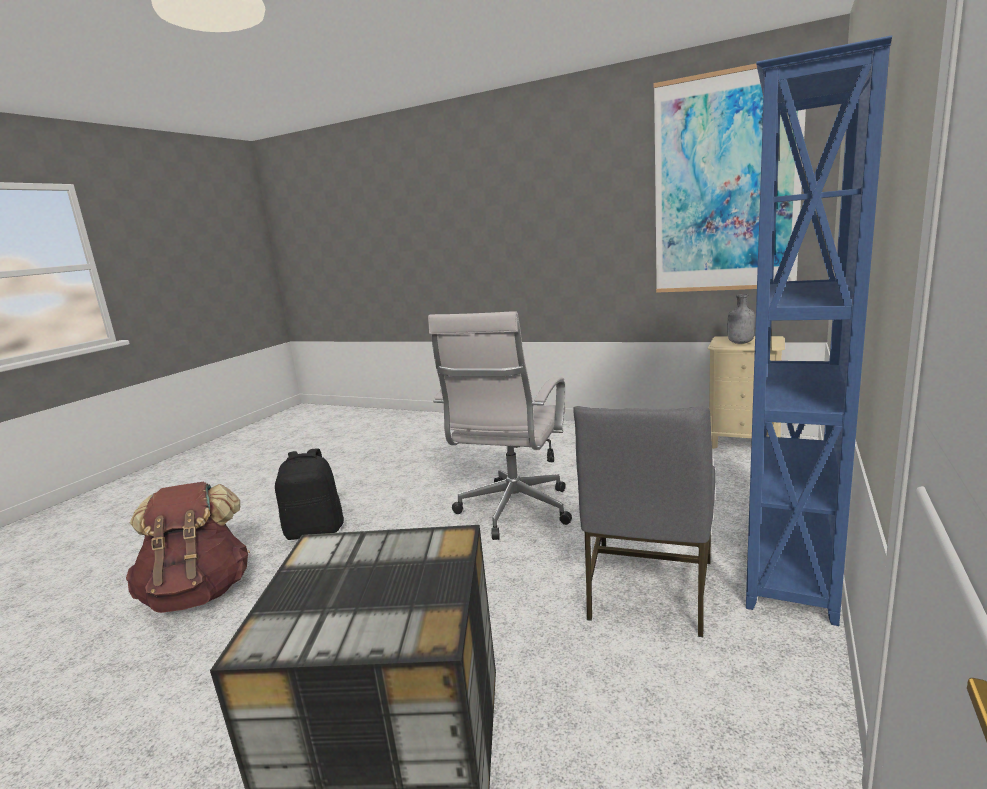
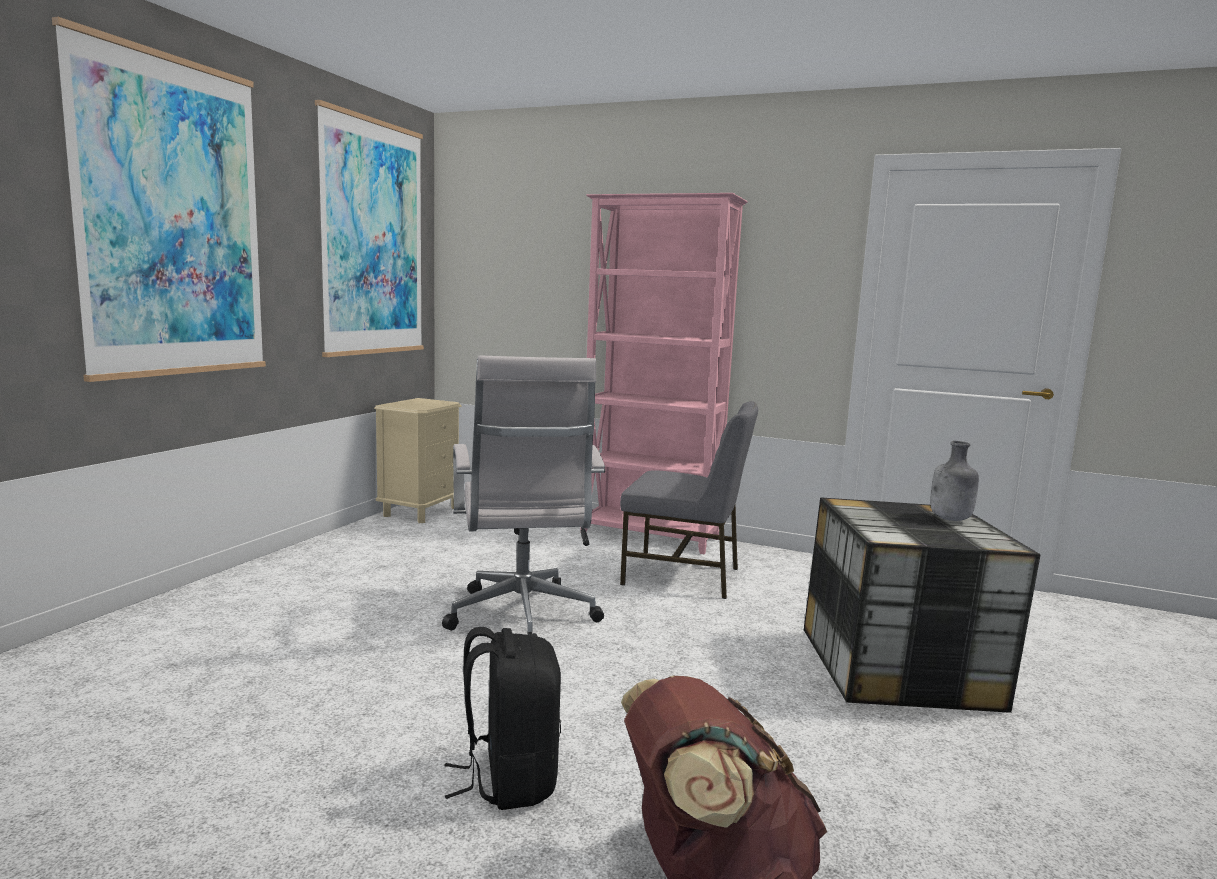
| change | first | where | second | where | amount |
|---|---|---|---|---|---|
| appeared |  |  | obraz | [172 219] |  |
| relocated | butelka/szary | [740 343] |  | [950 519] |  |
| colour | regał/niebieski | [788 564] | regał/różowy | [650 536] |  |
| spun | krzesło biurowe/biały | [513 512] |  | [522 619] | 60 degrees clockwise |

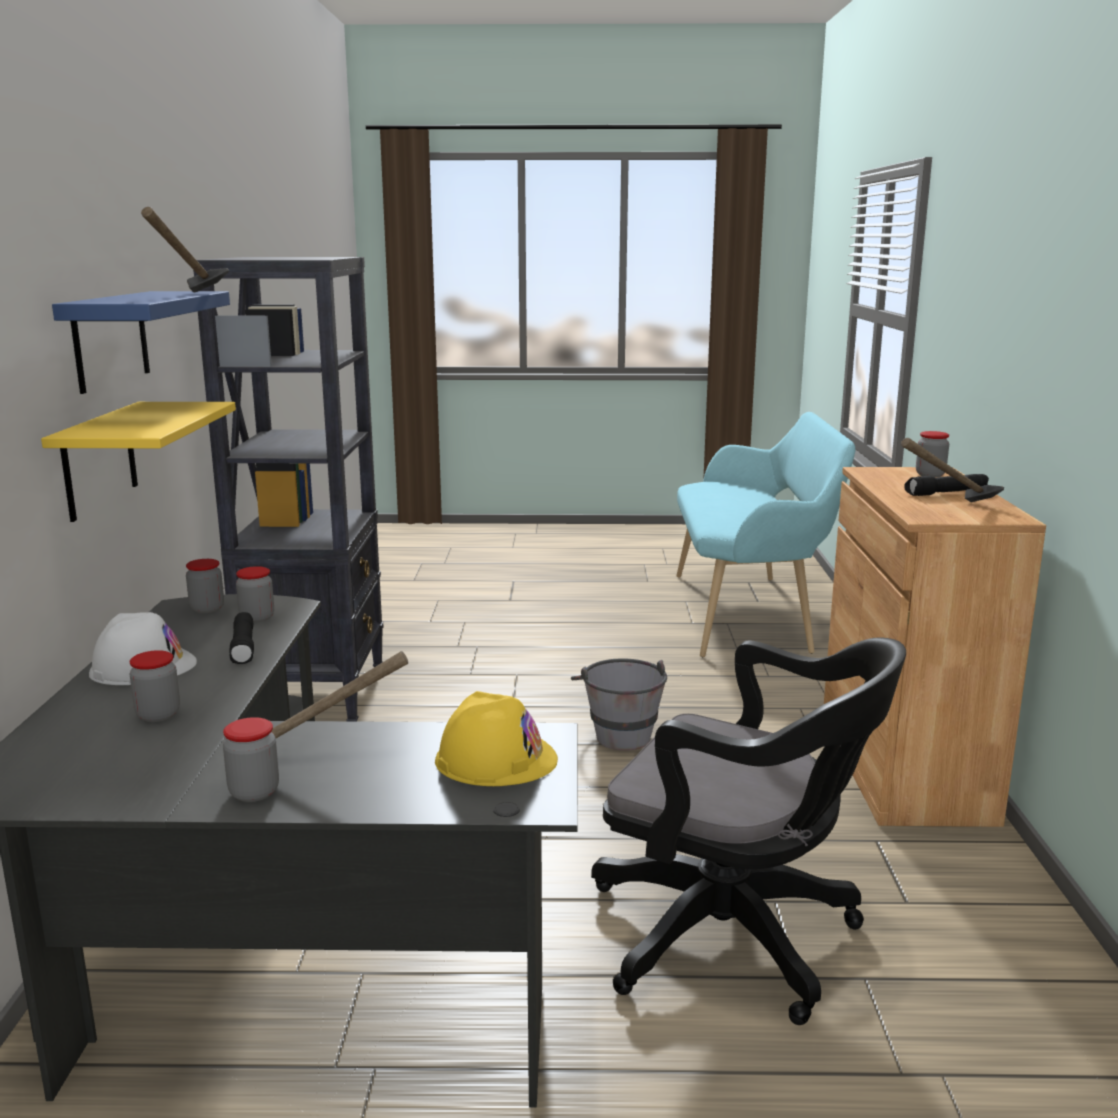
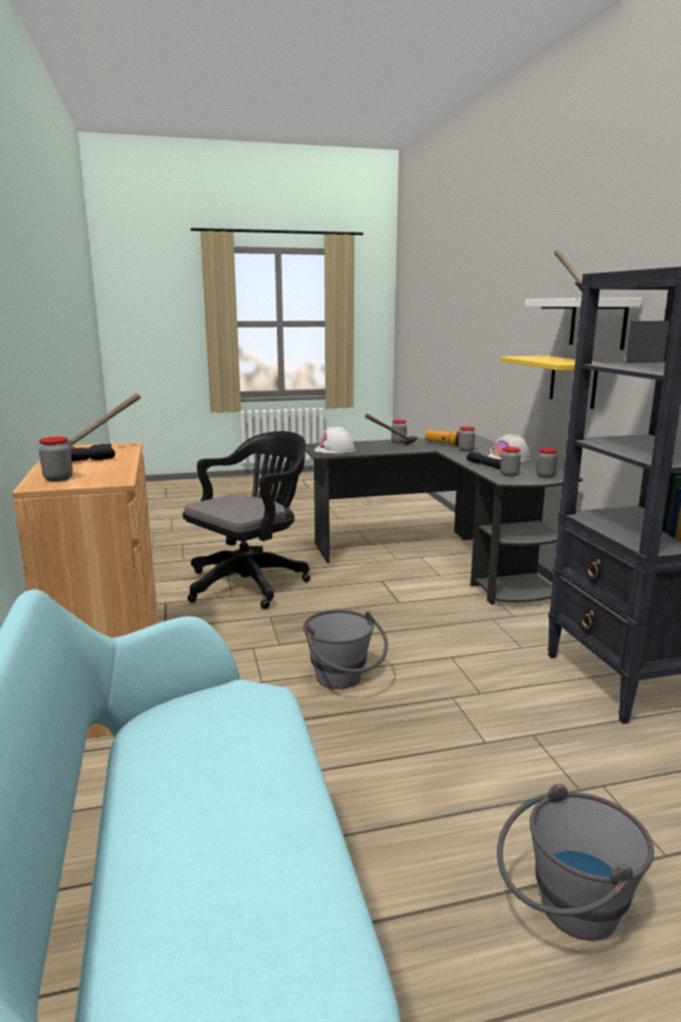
| change | first | where | second | where | amount |
|---|---|---|---|---|---|
| appeared |  |  | latarka | [444 444] |  |
| appeared |  |  | wiadro/szary | [565 912] |  |
| colour | półka/niebieski | [111 340] | półka/biały | [598 323] |  |
| colour | kask/żółty | [496 759] | kask/biały | [335 450] |  |
| spun | krzesło biurowe/czarny | [736 938] |  | [251 582] | 120 degrees clockwise |

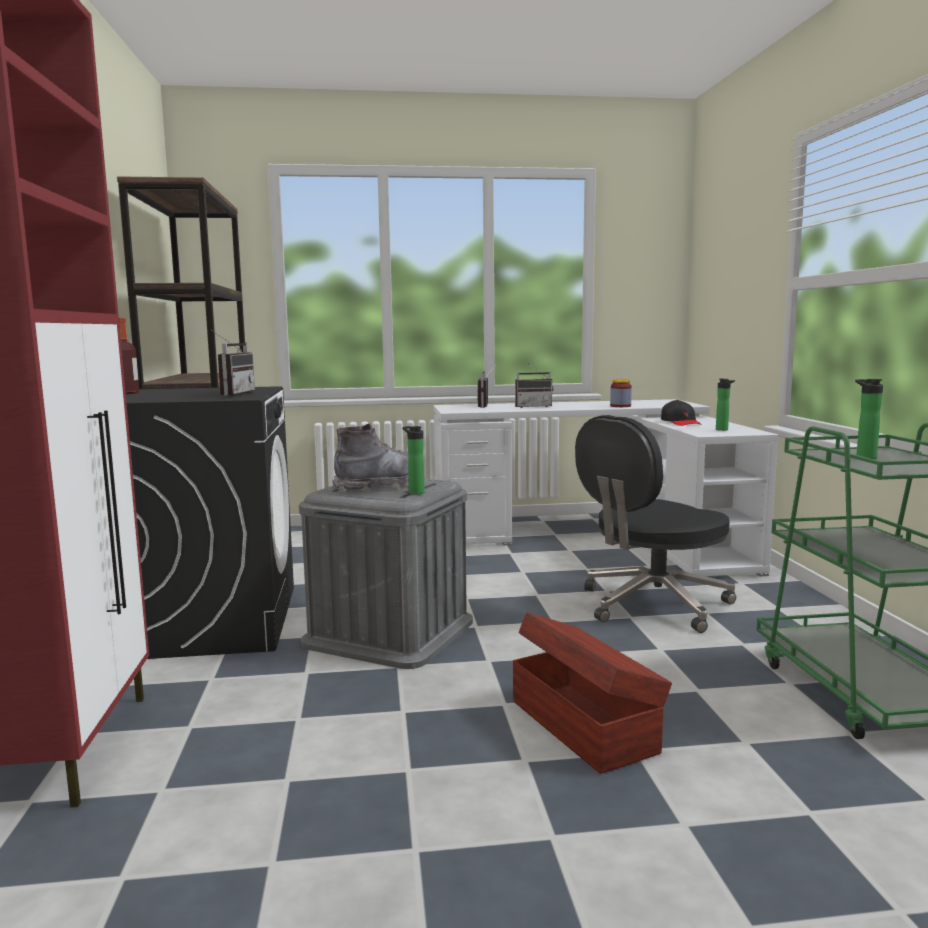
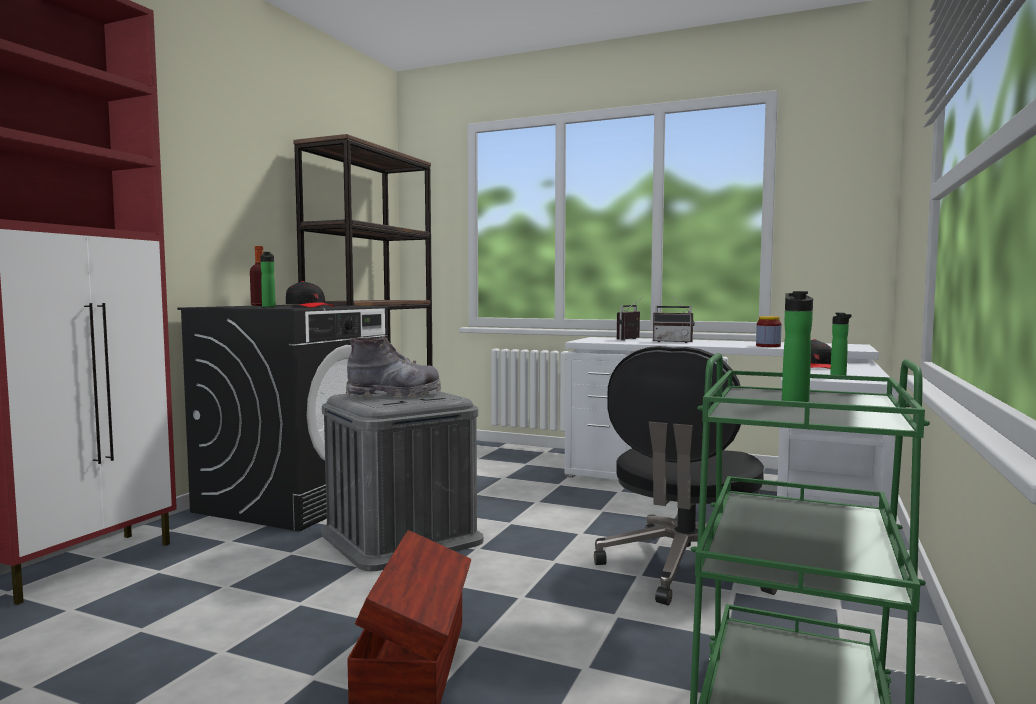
| change | first | where | second | where | amount |
|---|---|---|---|---|---|
| relocated | butelka | [414 492] |  | [269 307] |  |
| exchanged | radio | [232 394] | czapka z daszkiem/czarny | [309 306] |  |
| spun | krzesło biurowe/czarny | [652 605] |  | [683 569] | 60 degrees counterclockwise |

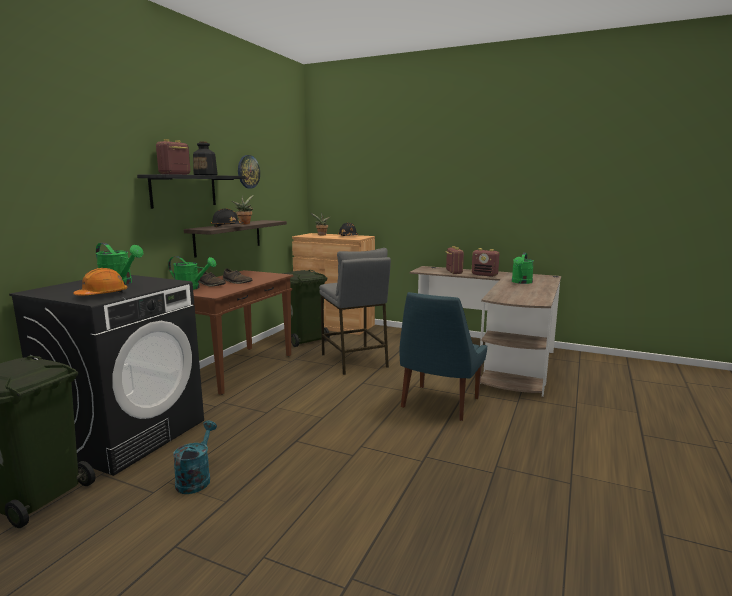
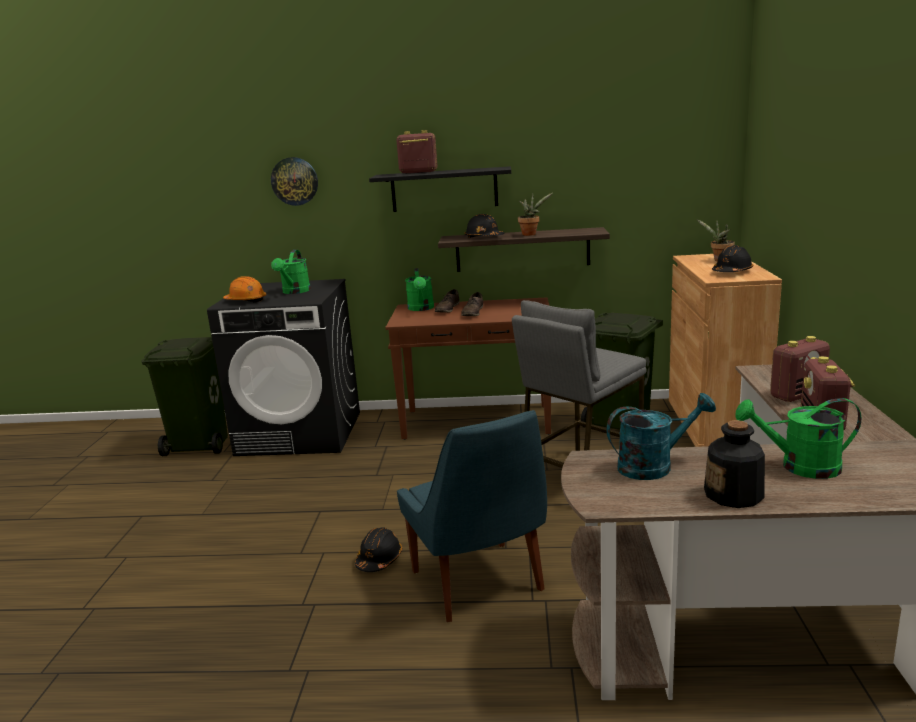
| change | first | where | second | where | amount |
|---|---|---|---|---|---|
| appeared |  |  | kask/czarny | [379 560] |  |
| relocated | konewka/turkusowy | [196 478] |  | [653 466] |  |
| relocated | butelka | [206 175] |  | [734 495] |  |
| relocated | zegar ścienny | [248 171] |  | [294 181] |  |
| spun | krzesło/niebieski | [439 404] |  | [479 583] | 120 degrees counterclockwise |

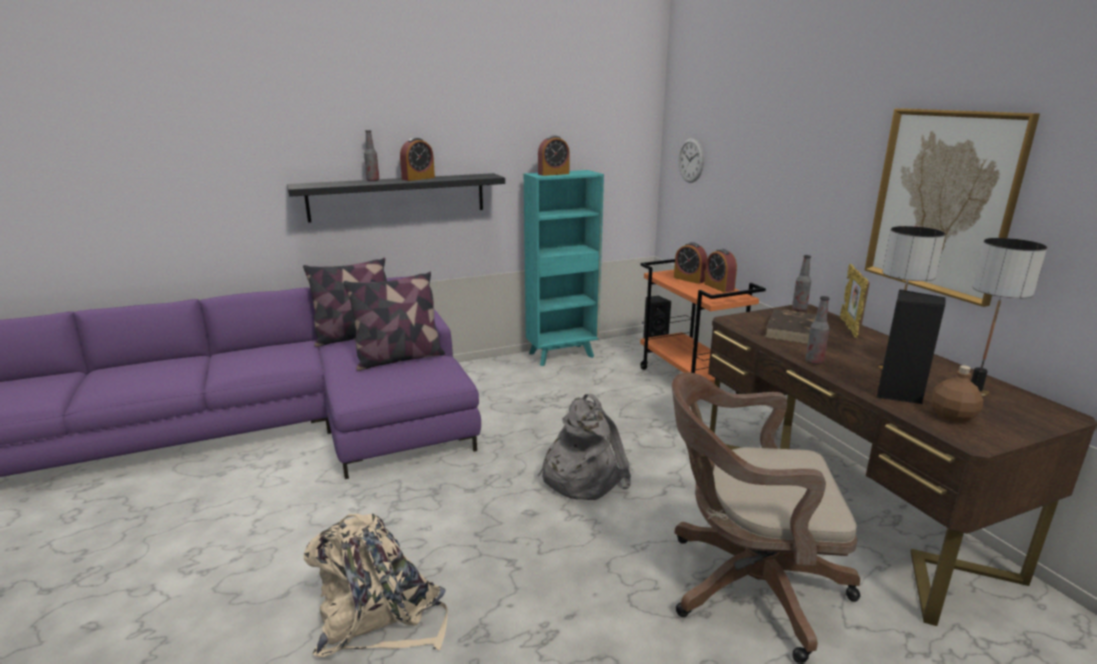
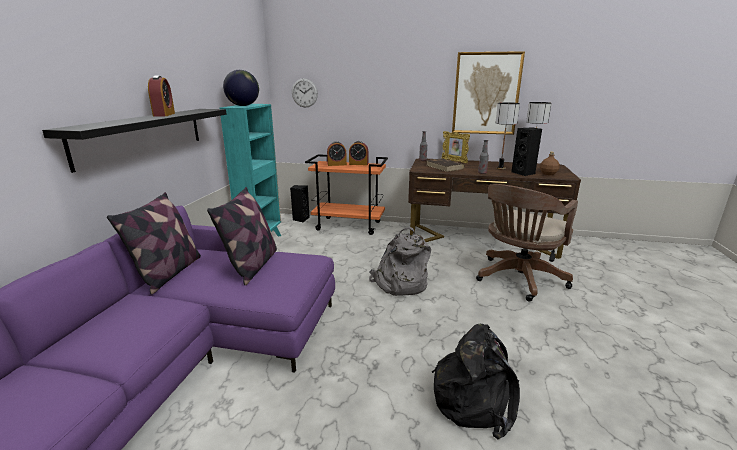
| change | first | where | second | where | amount |
|---|---|---|---|---|---|
| missing | butelka | [373 180] |  |  |  |
| exchanged | budzik | [553 174] | globus | [243 106] |  |
| colour | plecak/beżowy | [379 619] | plecak/czarny | [475 399] |  |

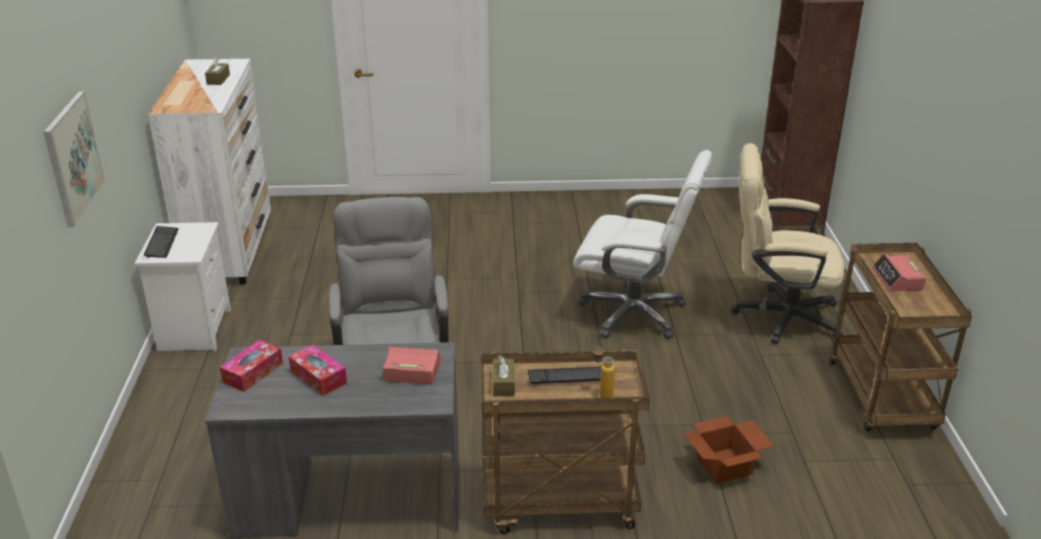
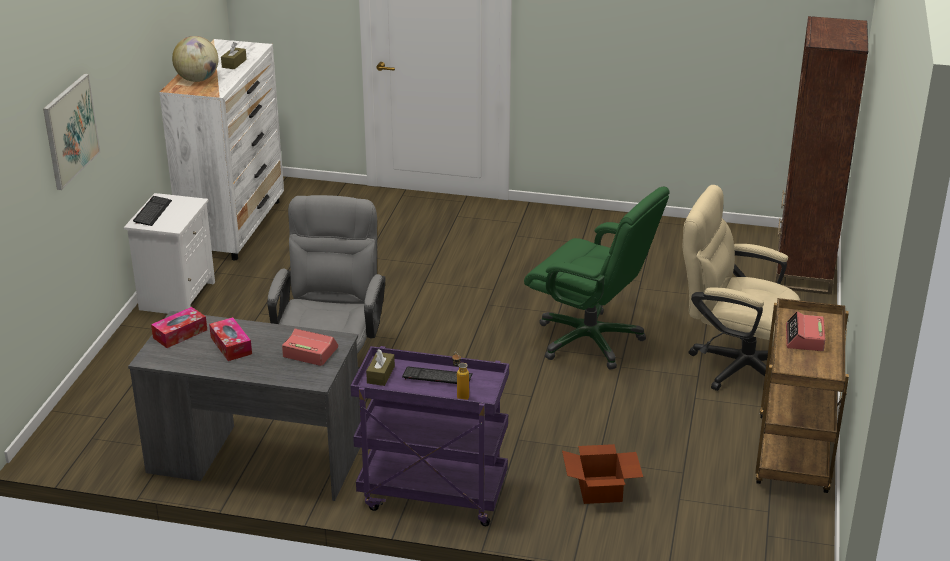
| change | first | where | second | where | amount |
|---|---|---|---|---|---|
| appeared |  |  | globus | [197 80] |  |
| colour | wózek/brązowy | [558 504] | wózek/fioletowy | [431 496] |  |
| colour | krzesło biurowe/biały | [634 313] | krzesło biurowe/zielony | [590 340] |  |

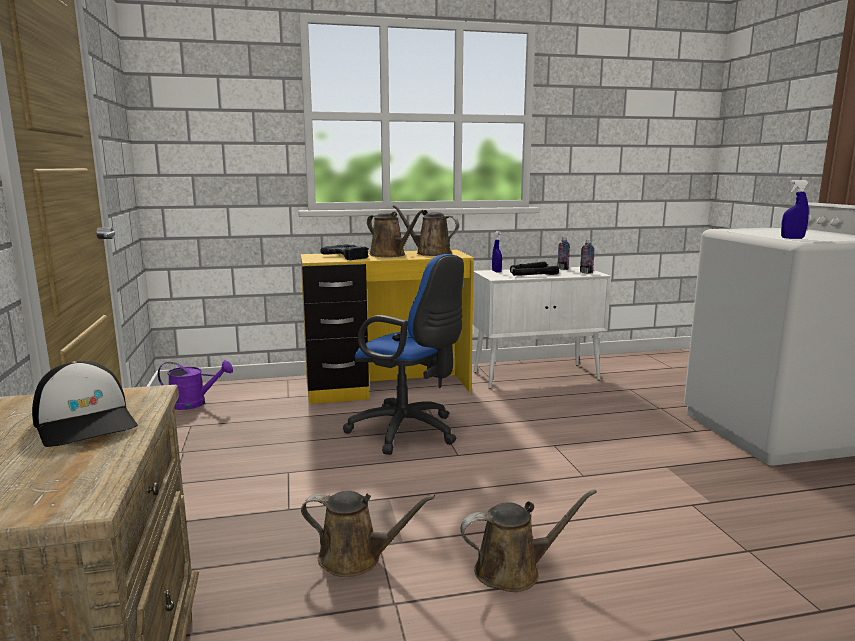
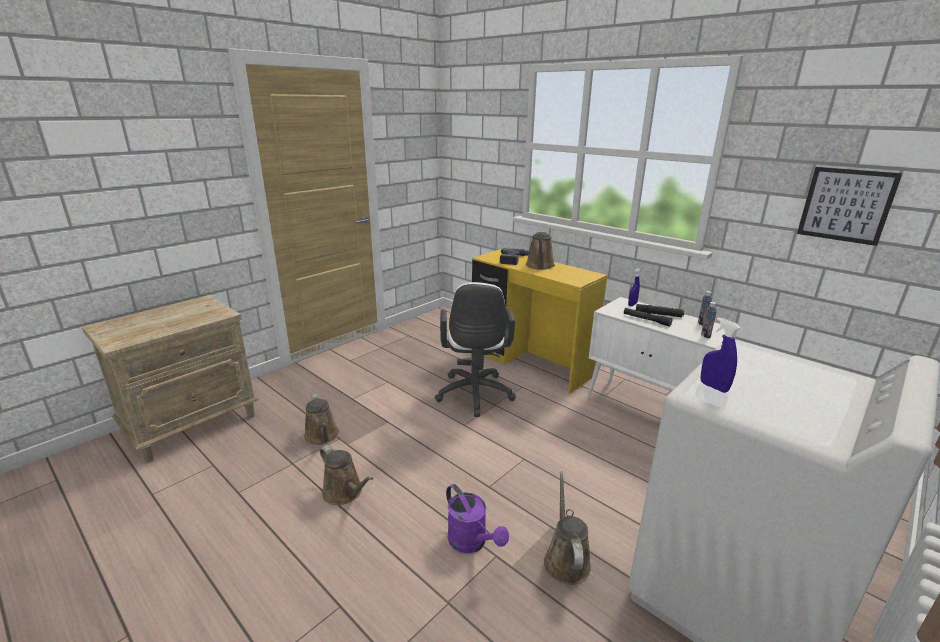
| change | first | where | second | where | amount |
|---|---|---|---|---|---|
| missing | czapka z daszkiem | [87 422] |  |  |  |
| appeared |  |  | obraz | [846 205] |  |
| relocated | konewka/fioletowy | [195 403] |  | [472 542] |  |
| relocated | konewka/brązowy | [430 253] |  | [566 559] |  |
| colour | krzesło biurowe/niebieski | [409 432] | krzesło biurowe/biały | [474 396] |  |

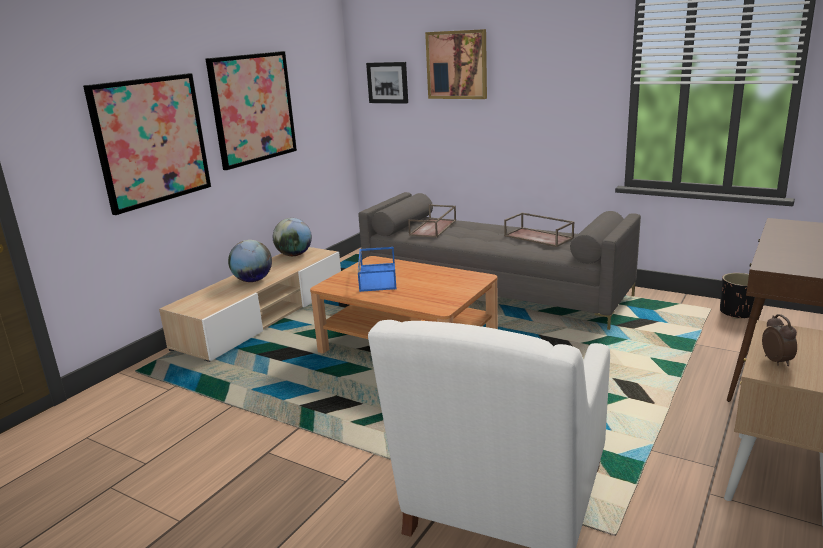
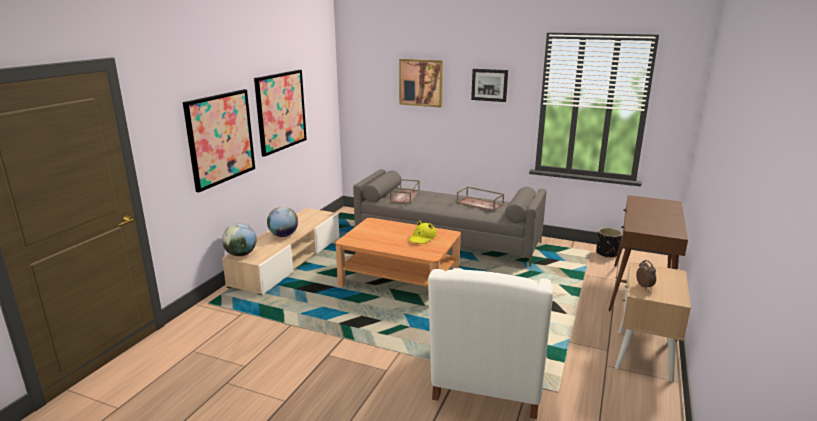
| change | first | where | second | where | amount |
|---|---|---|---|---|---|
| missing | taca/niebieski | [377 277] |  |  |  |
| appeared |  |  | kapelusz/żółty | [422 238] |  |
| relocated | globus | [294 255] |  | [241 254] |  |
| relocated | obraz | [388 82] |  | [489 85] |  |

